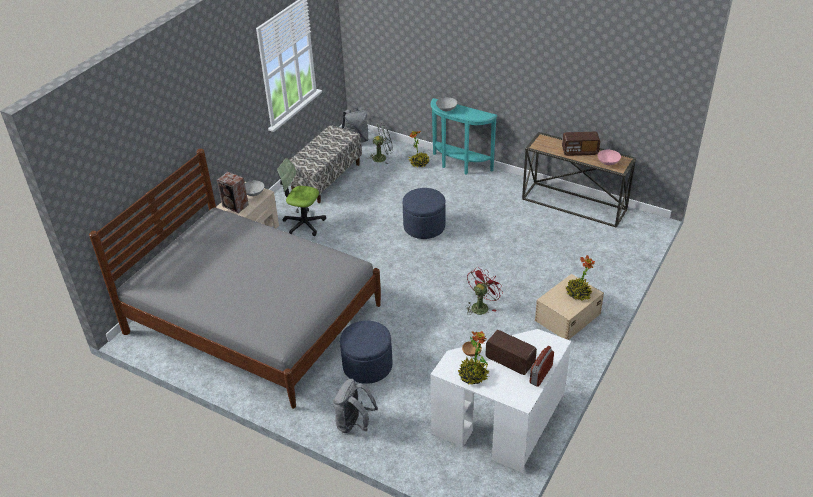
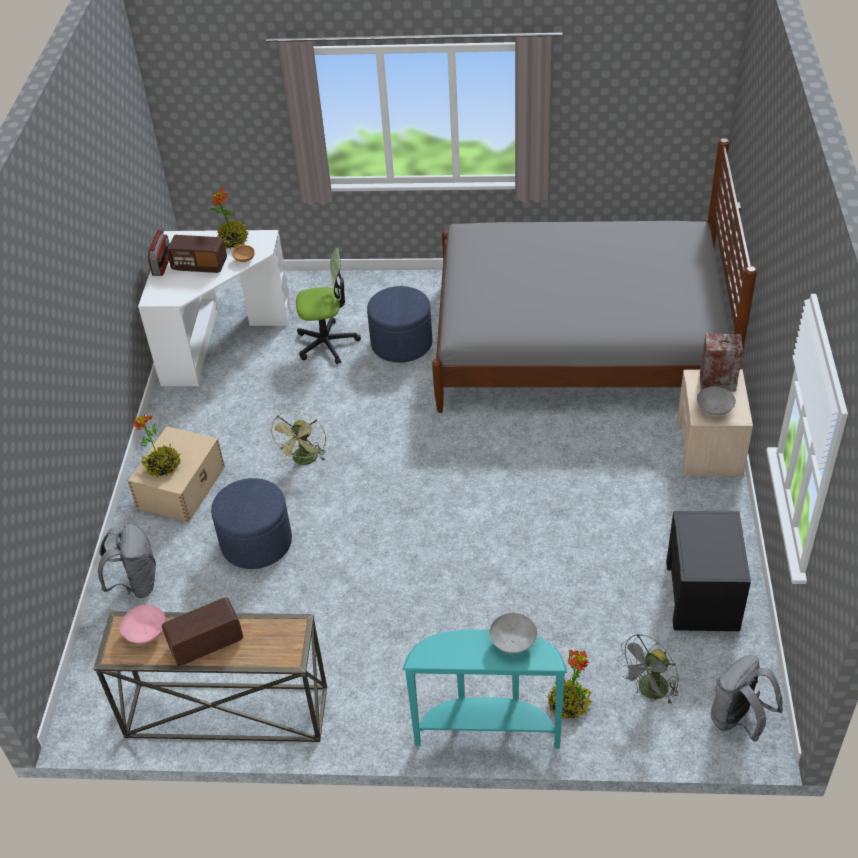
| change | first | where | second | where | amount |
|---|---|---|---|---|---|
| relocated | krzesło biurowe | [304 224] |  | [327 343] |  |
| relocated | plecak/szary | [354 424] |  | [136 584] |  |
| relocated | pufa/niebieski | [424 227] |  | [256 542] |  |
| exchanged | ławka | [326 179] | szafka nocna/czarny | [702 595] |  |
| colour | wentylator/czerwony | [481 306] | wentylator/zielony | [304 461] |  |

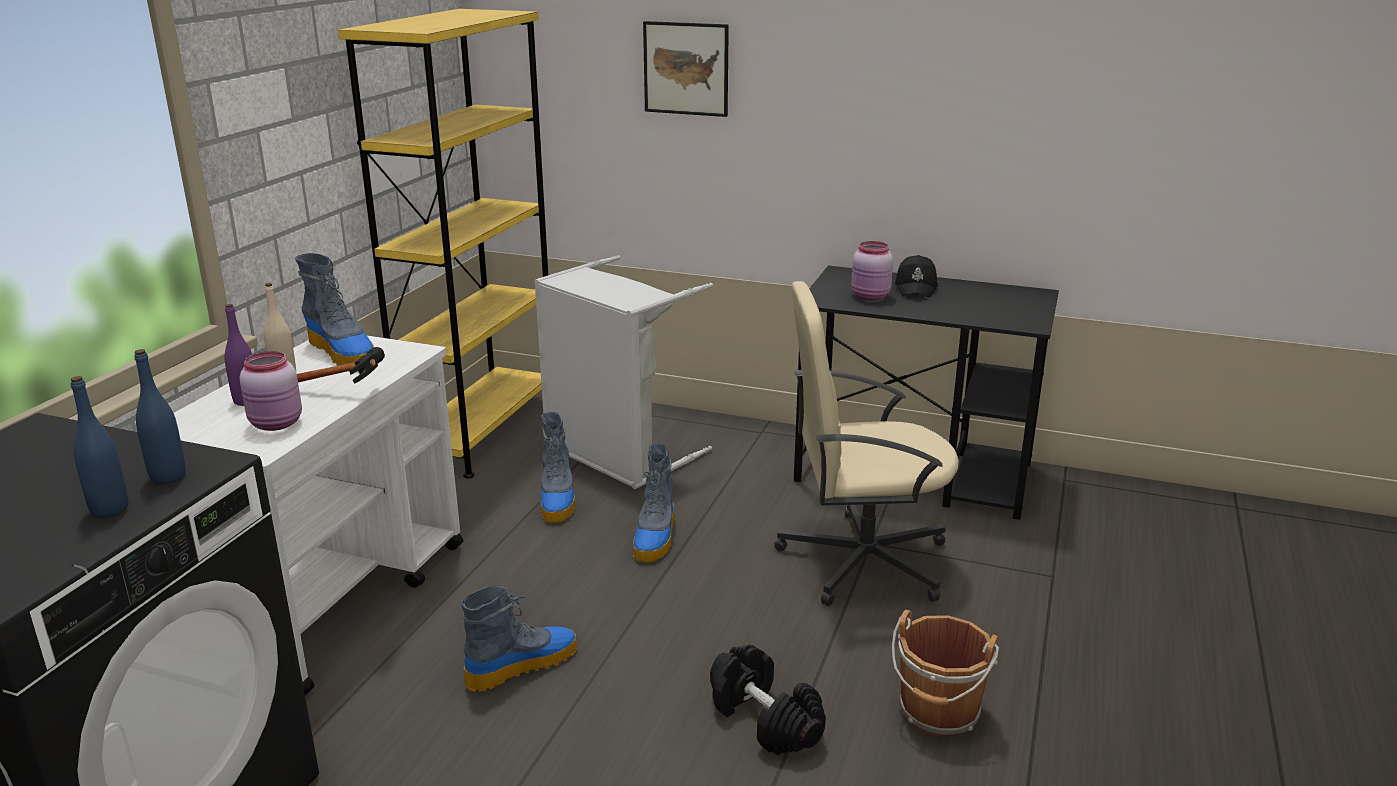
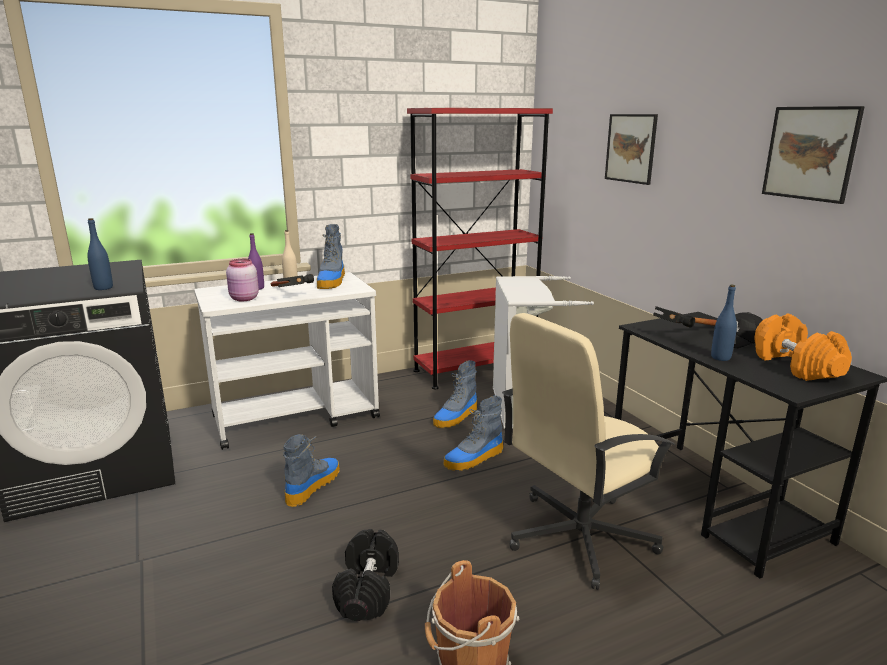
| change | first | where | second | where | amount |
|---|---|---|---|---|---|
| appeared |  |  | hantel/pomarańczowy | [795 366] |  |
| appeared |  |  | obraz | [810 153] |  |
| relocated | butelka/niebieski | [109 509] |  | [720 357] |  |
| exchanged | słoik/różowy | [870 296] | młotek | [686 335] |  |
| colour | regał/żółty | [482 430] | regał/czerwony | [475 369] |  |
| spun | but z cholewką | [522 665] |  | [313 485] | 75 degrees counterclockwise |
| spun | krzesło biurowe/beżowy | [861 560] |  | [578 536] | 75 degrees counterclockwise |

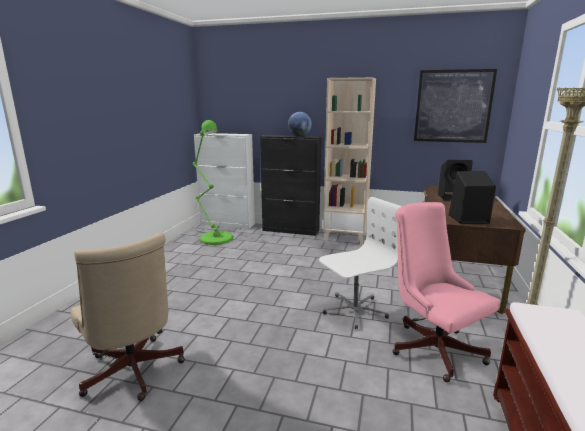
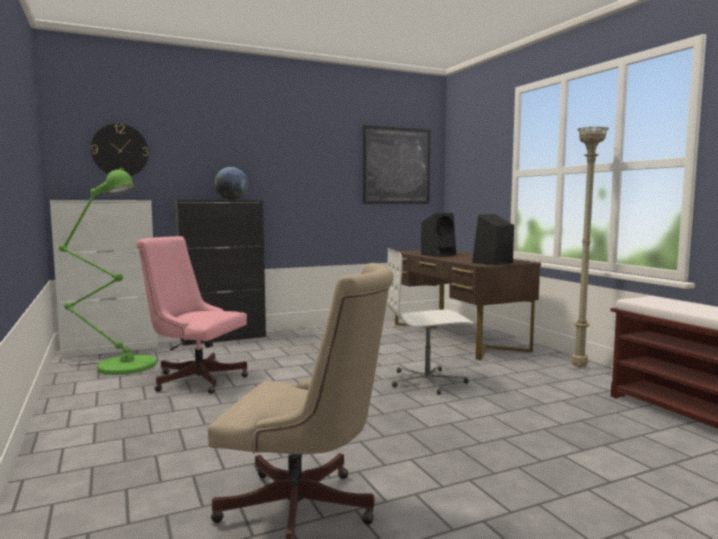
| change | first | where | second | where | amount |
|---|---|---|---|---|---|
| missing | regał/beżowy | [345 238] |  |  |  |
| appeared |  |  | zegar ścienny | [120 151] |  |
| relocated | krzesło biurowe/różowy | [432 346] |  | [194 379] |  |
| spun | krzesło biurowe/biały | [354 310] |  | [428 381] | 120 degrees counterclockwise |

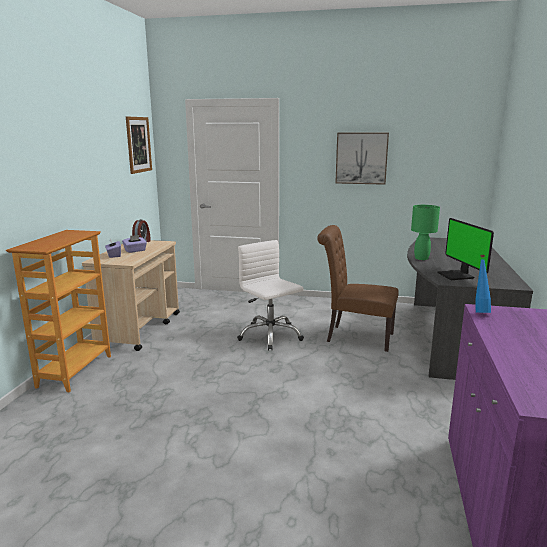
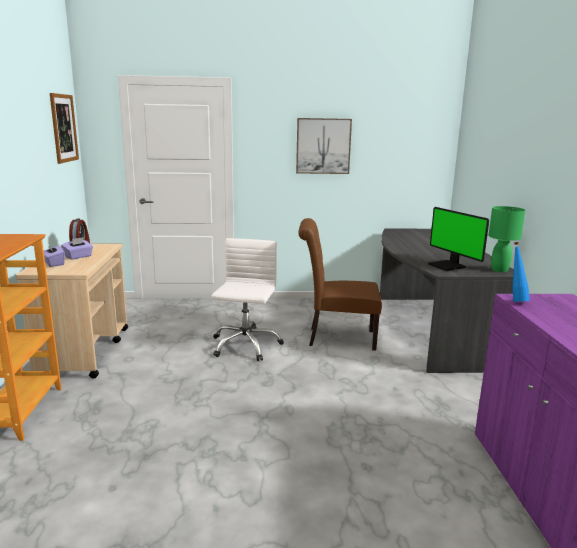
| change | first | where | second | where | amount |
|---|---|---|---|---|---|
| relocated | lampa stołowa/zielony | [421 258] |  | [499 270] |  |
| spun | krzesło biurowe/biały | [270 336] |  | [245 345] | 60 degrees clockwise |

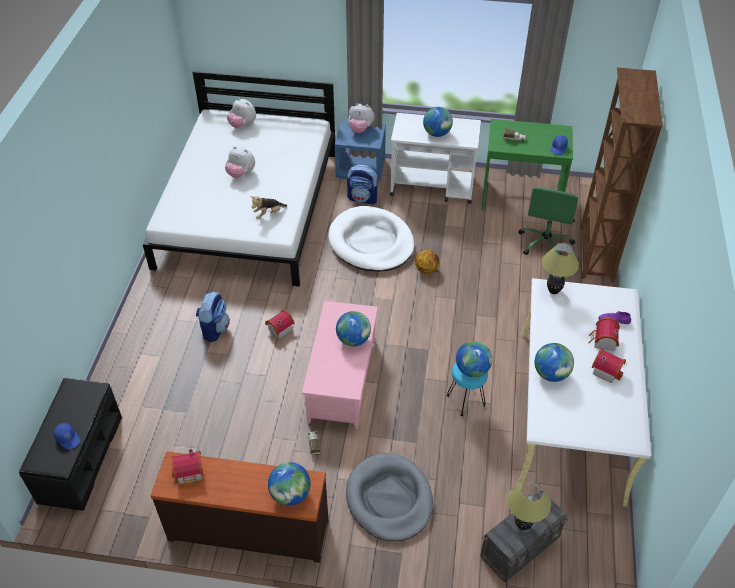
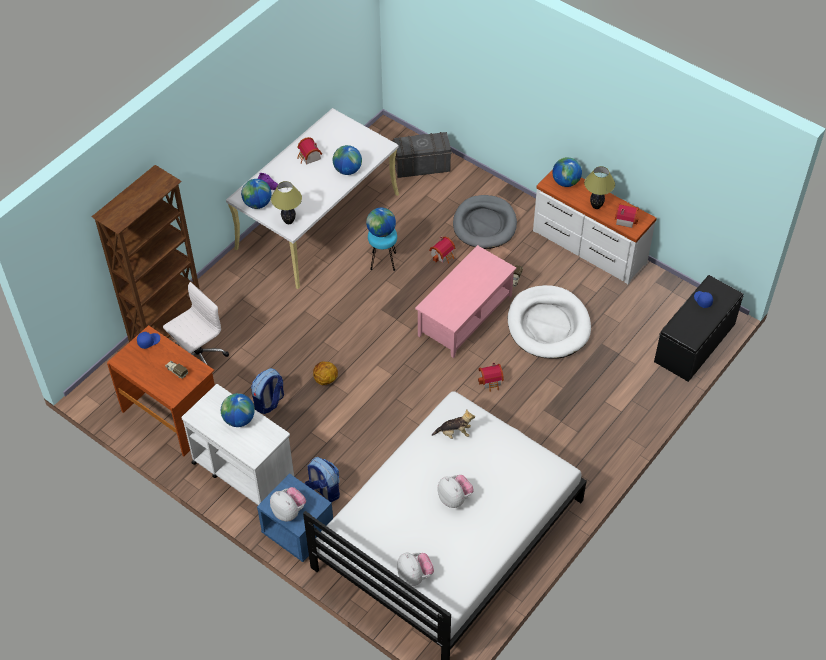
| change | first | where | second | where | amount |
|---|---|---|---|---|---|
| relocated | plecak | [214 329] |  | [269 402] |  |
| relocated | legowisko/biały | [371 242] |  | [548 325] |  |
| relocated | globus | [353 339] |  | [257 204] |  |
| relocated | lampa stołowa | [523 525] |  | [596 206] |  |
| relocated | domek | [603 342] |  | [443 255] |  |
| colour | komoda/brązowy | [249 527] | komoda/biały | [588 247] |  |
| colour | biurko/zielony | [520 198] | biurko/brązowy | [172 415] |  |
| colour | krzesło biurowe/zielony | [545 242] | krzesło biurowe/biały | [198 357] |  |

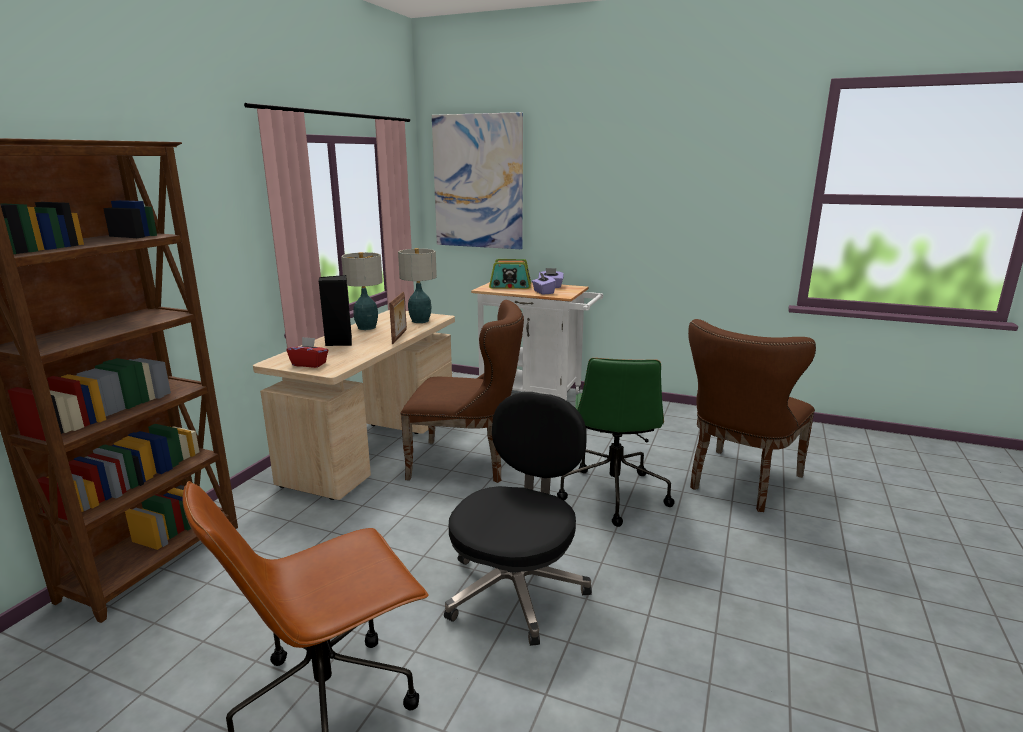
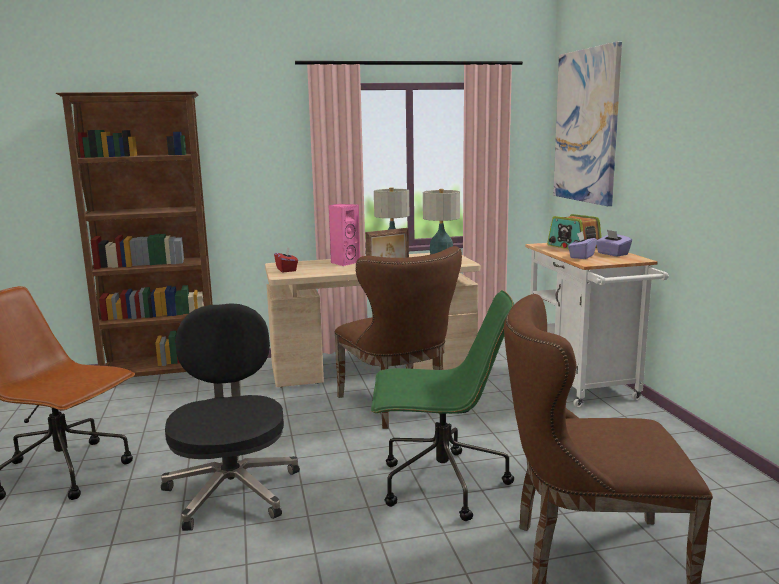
| change | first | where | second | where | amount |
|---|---|---|---|---|---|
| colour | głośnik/czarny | [339 342] | głośnik/różowy | [344 263] |  |
| spun | krzesło biurowe/czarny | [516 588] |  | [232 490] | 90 degrees counterclockwise |
| spun | krzesło biurowe/zielony | [613 493] |  | [440 485] | 150 degrees counterclockwise |

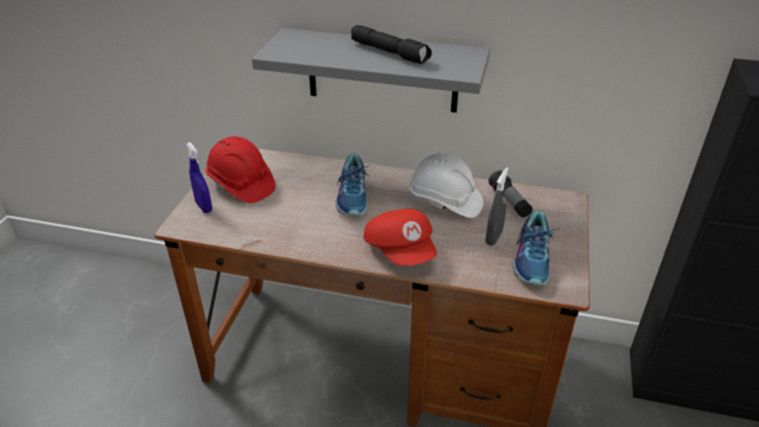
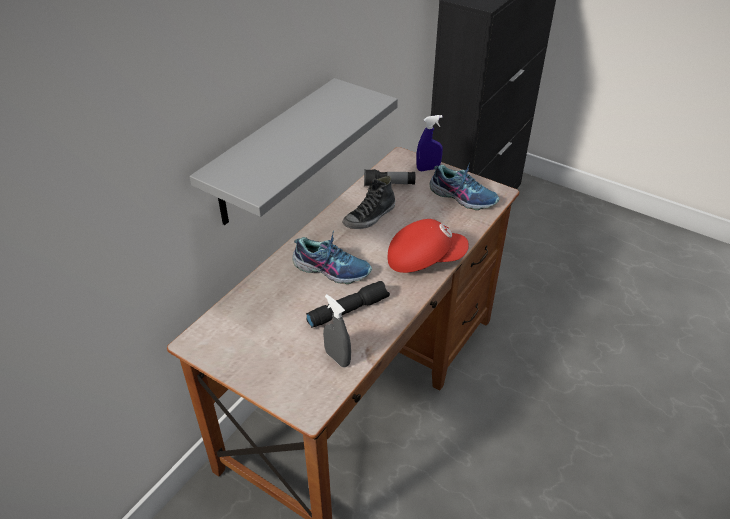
| change | first | where | second | where | amount |
|---|---|---|---|---|---|
| missing | kask/czerwony | [241 184] |  |  |  |
| relocated | spryskiwacz/niebieski | [204 207] |  | [428 169] |  |
| relocated | latarka/czarny | [390 53] |  | [348 310] |  |
| relocated | spryskiwacz/szary | [493 238] |  | [337 358] |  |
| exchanged | kask/biały | [444 201] | but | [370 217] |  |

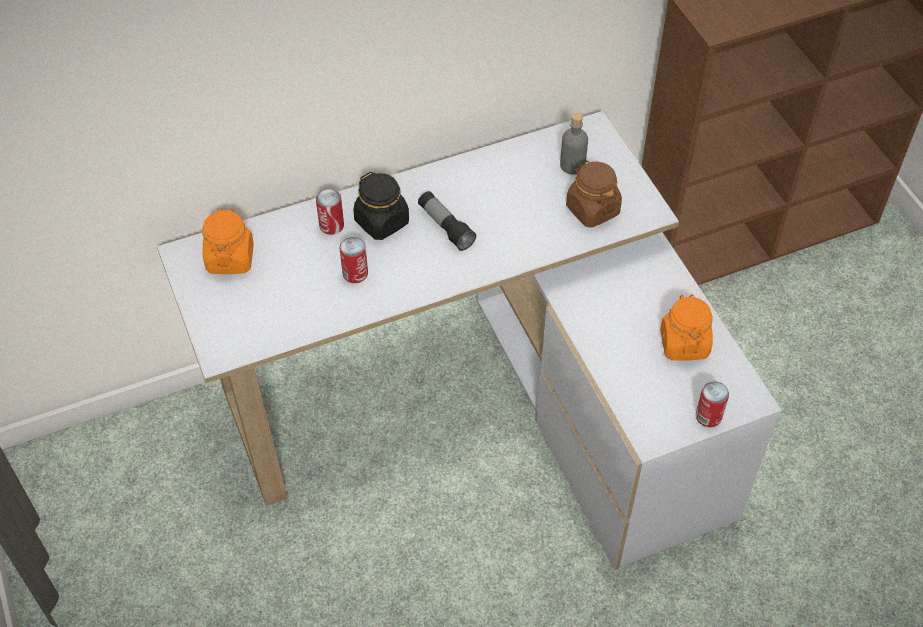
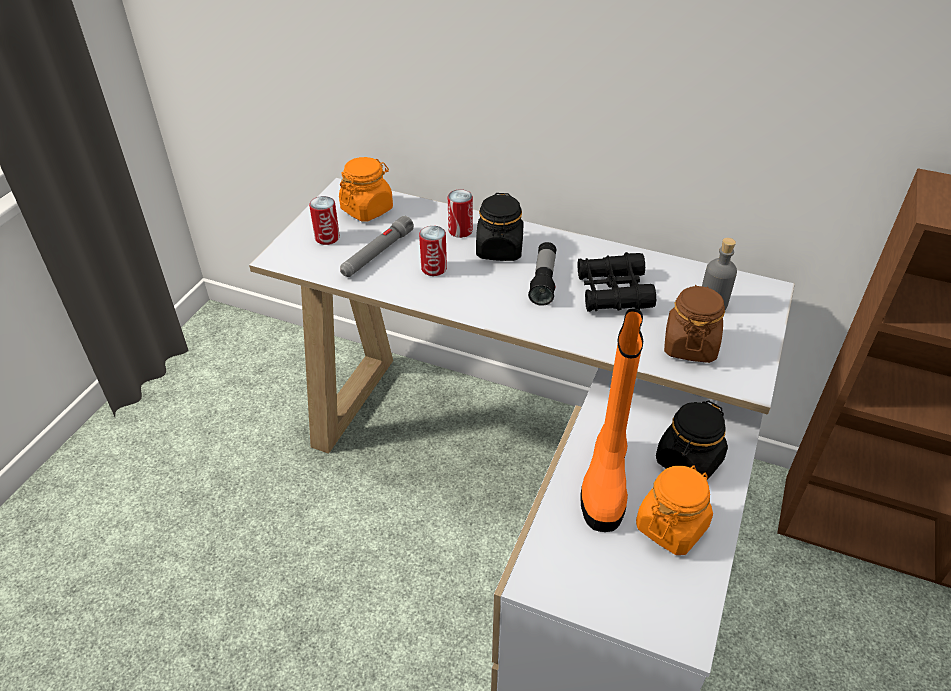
| change | first | where | second | where | amount |
|---|---|---|---|---|---|
| appeared |  |  | latarka/szary | [377 253] |  |
| appeared |  |  | lornetka/czarny | [613 292] |  |
| appeared |  |  | but z cholewką/pomarańczowy | [605 480] |  |
| appeared |  |  | słoik/czarny | [688 462] |  |
| relocated | puszka | [708 416] |  | [327 238] |  |

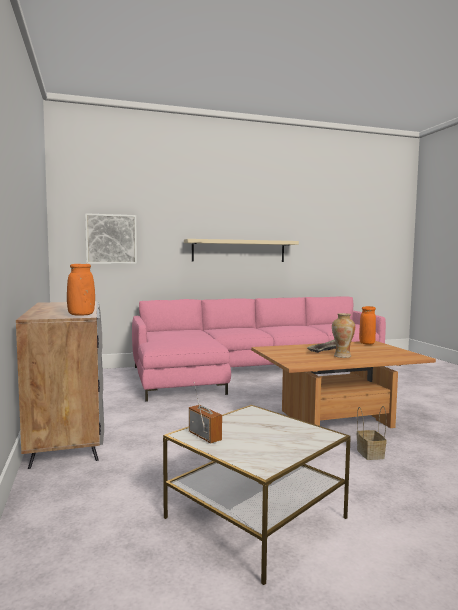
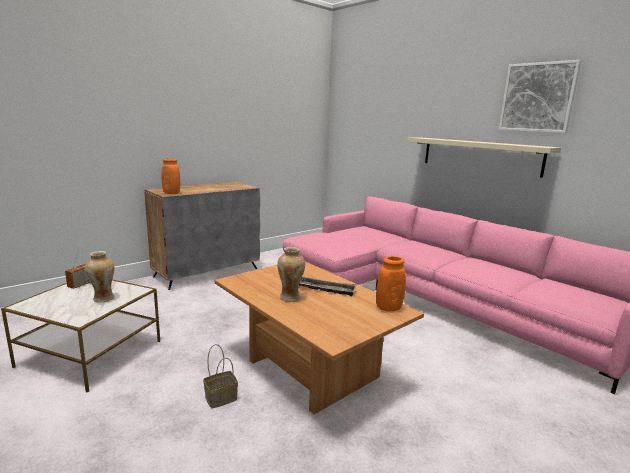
| change | first | where | second | where | amount |
|---|---|---|---|---|---|
| appeared |  |  | wazon | [103 299] |  |
| relocated | obraz | [111 239] |  | [537 97] |  |

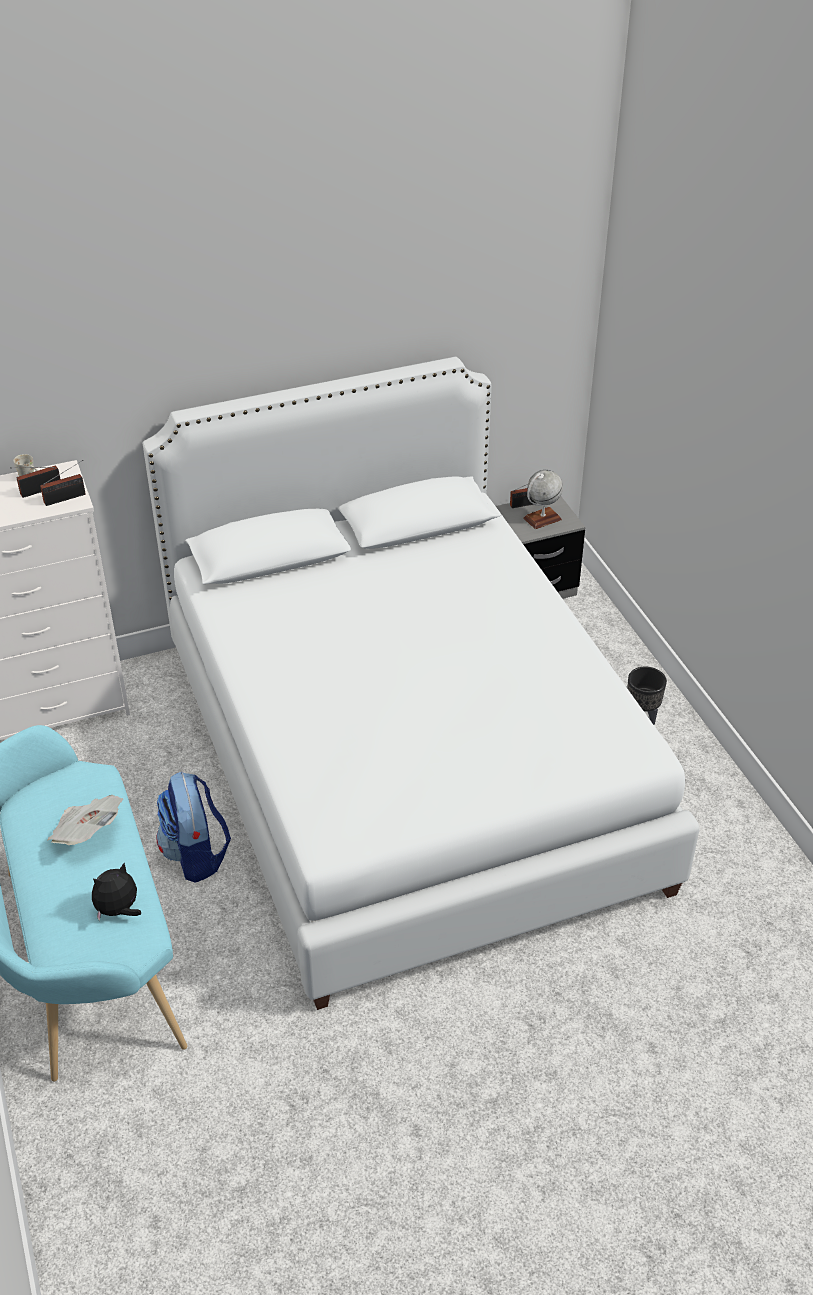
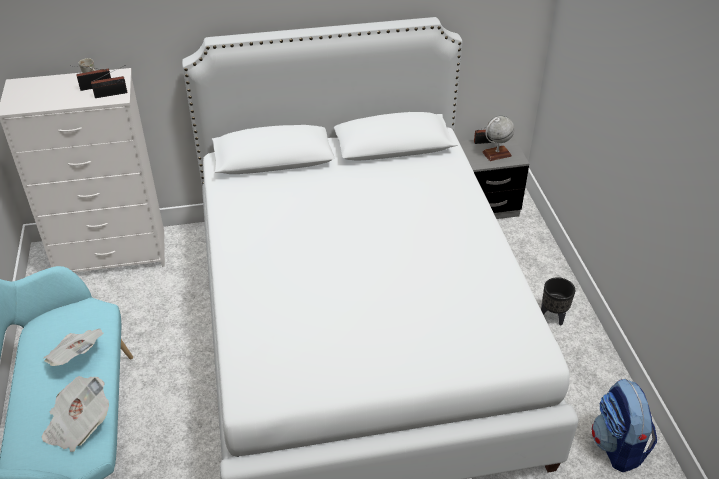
| change | first | where | second | where | amount |
|---|---|---|---|---|---|
| relocated | plecak | [196 855] |  | [617 446] |  |
| exchanged | pluszak | [119 910] | gazeta | [78 425] |  |

